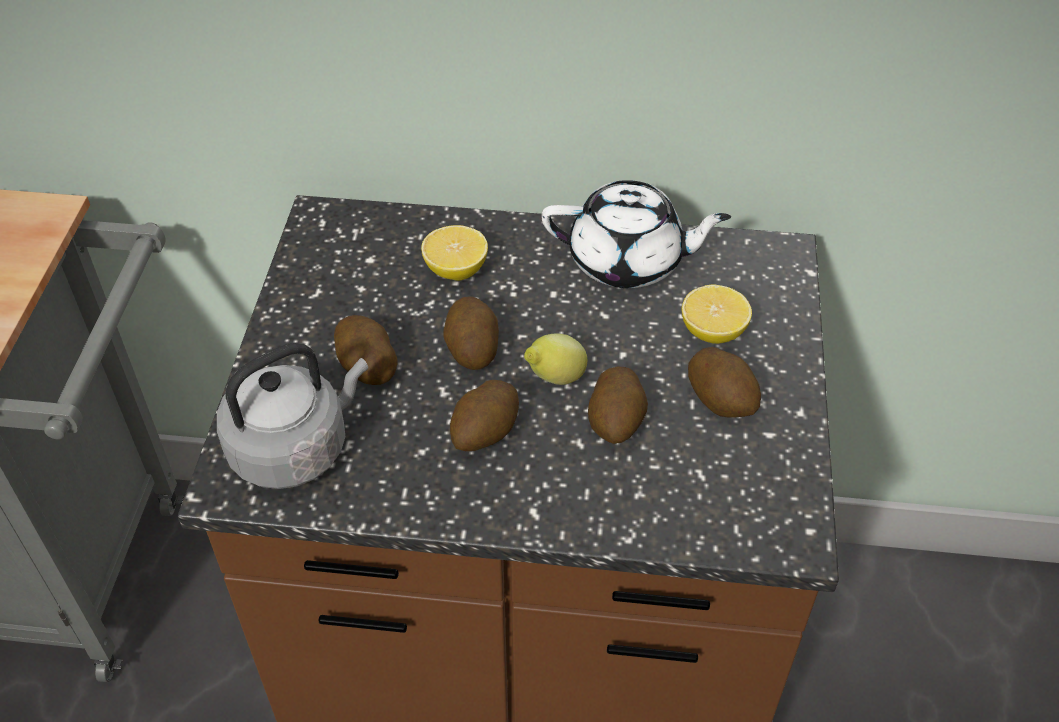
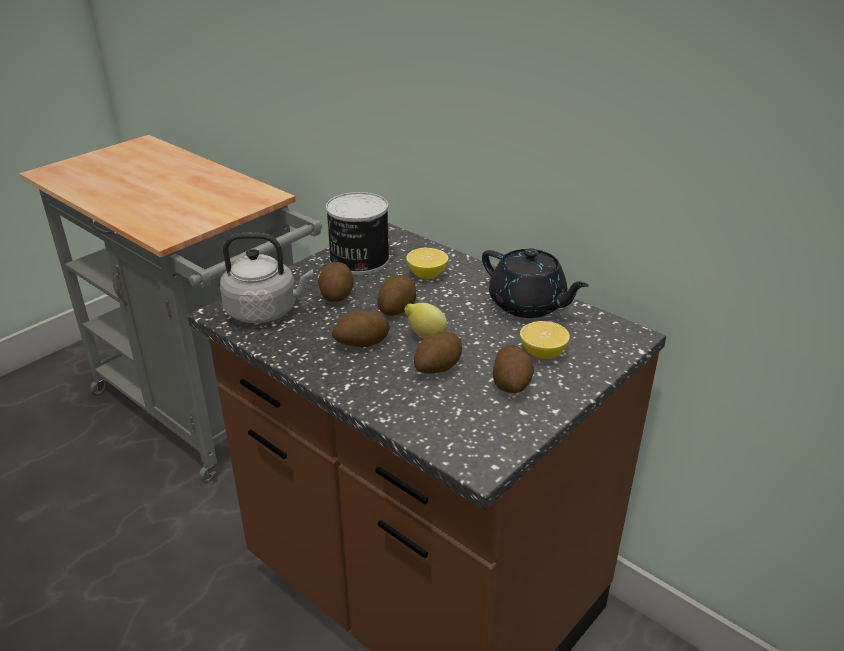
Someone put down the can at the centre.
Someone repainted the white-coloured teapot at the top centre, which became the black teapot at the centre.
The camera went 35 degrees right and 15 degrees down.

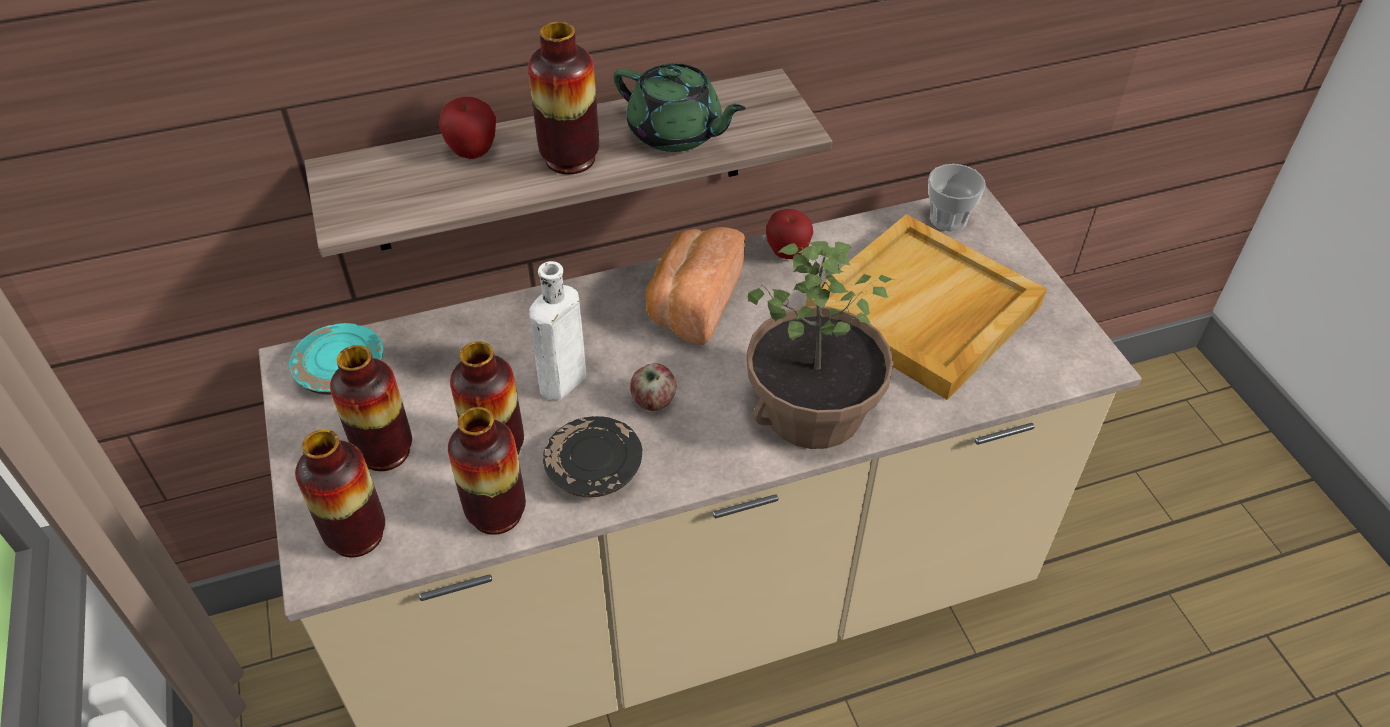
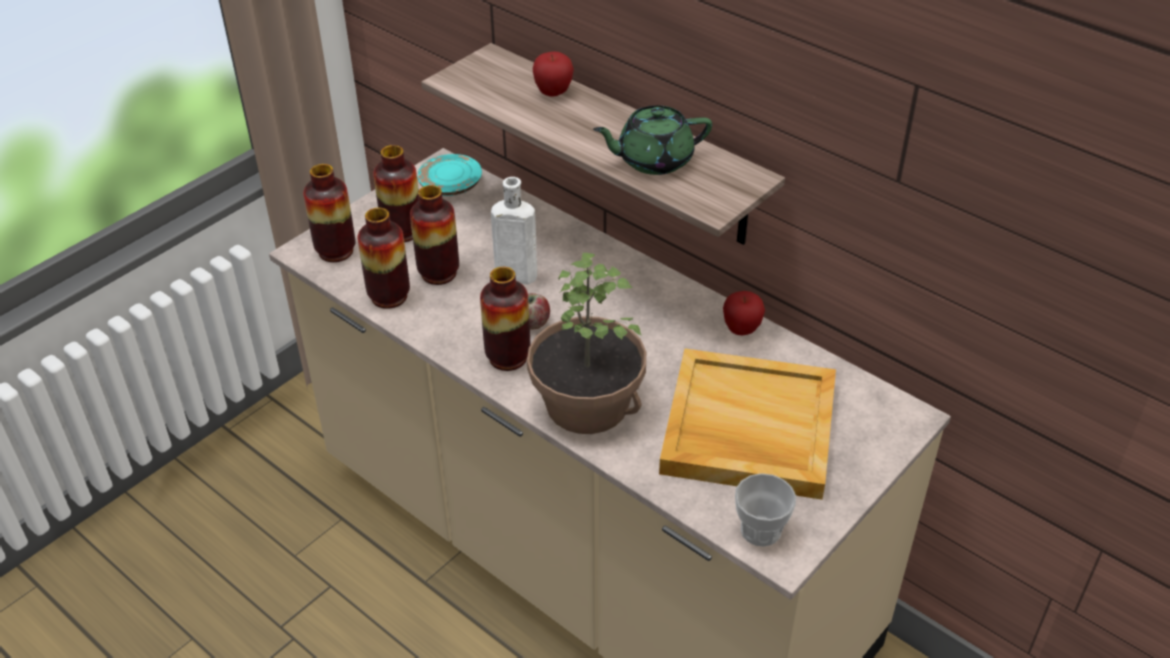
Someone carried the vase (no. 5 from left) from the top centre to the centre.
Someone rotated the greenish teapot at the top centre by 75 degrees clockwise.
Someone carried the drinking cup from the top right to the bottom centre.
Someone took away the black flat dish at the centre.
Someone took away the bread at the centre.
The camera went 60 degrees right and 5 degrees down.

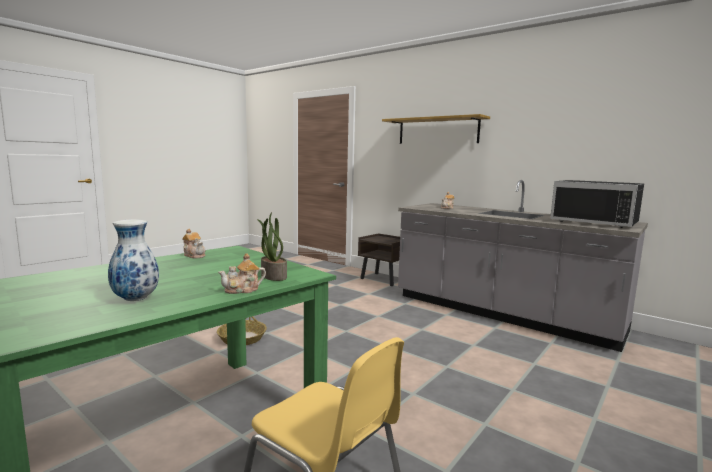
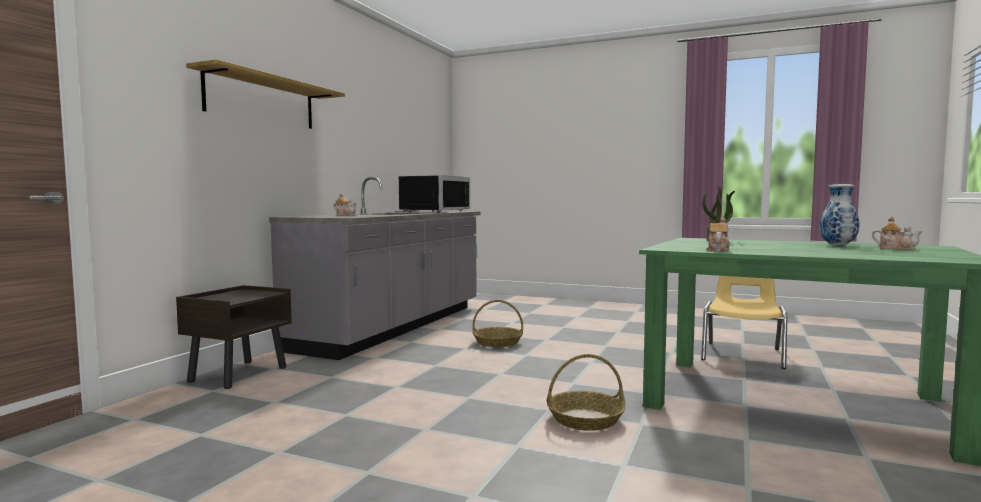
Someone put down the storage basket (no. 1 from left) at the centre.
Someone carried the teapot (no. 2 from left in the first image) from the centre to the middle right.
The camera went 105 degrees left and 5 degrees down.

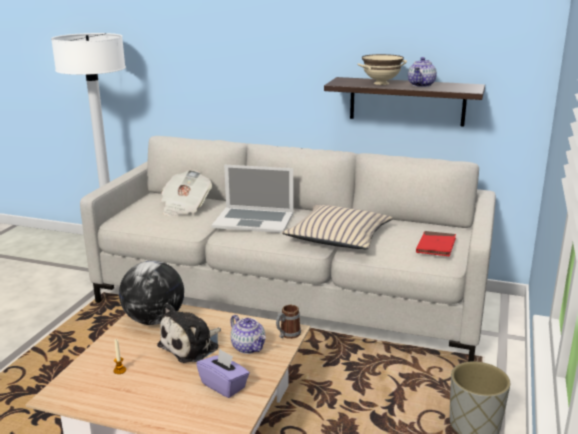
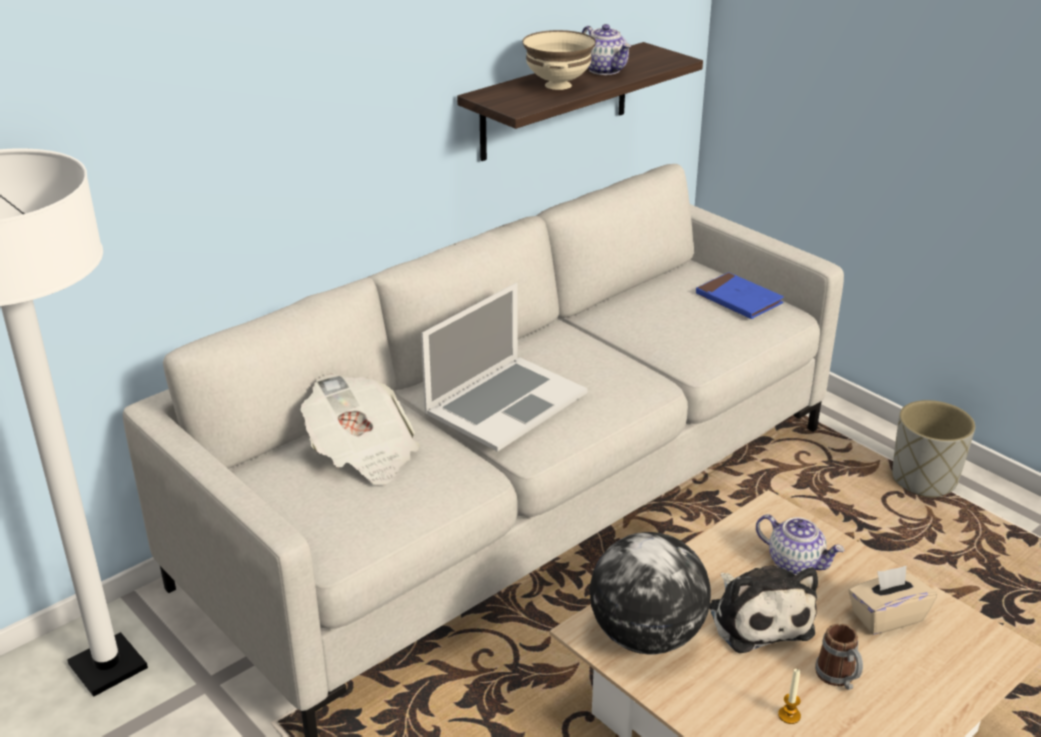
Someone repainted the red book at the middle right, which became the blue book at the middle right.
Someone rotated the teapot (no. 1 from left in the first image) at the bottom centre by 45 degrees clockwise.
Someone carried the coffee mug from the bottom centre to the bottom right.
Someone repainted the purple tissue holder at the bottom centre, which became the beige-coloured tissue holder at the bottom right.
Someone took away the beige-coloured throw pillow at the centre.
The camera went 60 degrees left and 10 degrees up.

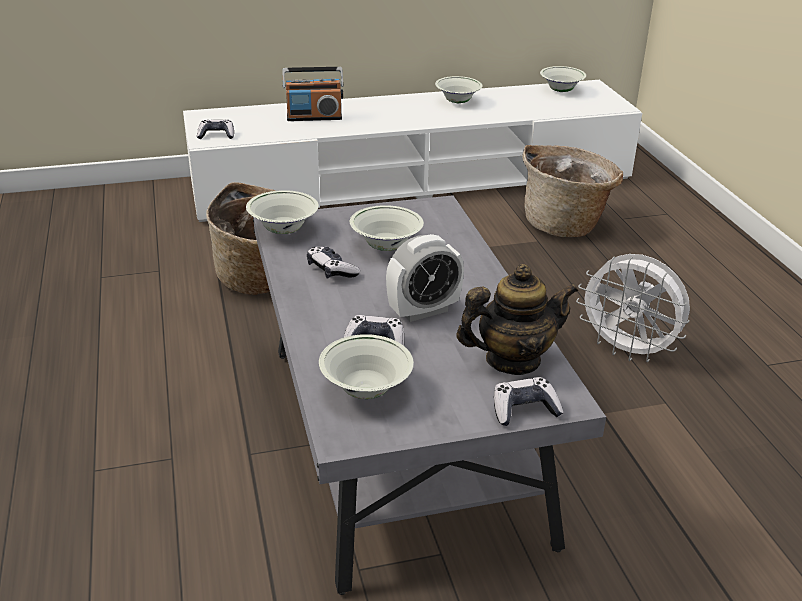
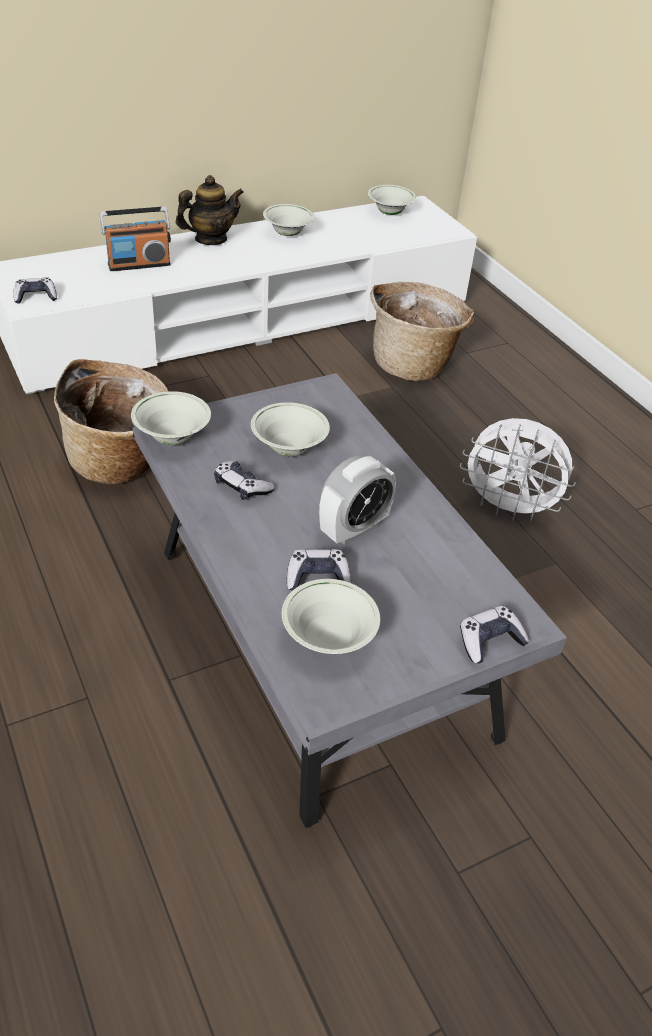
Someone carried the teapot from the centre to the top left.
The camera went 15 degrees left and 10 degrees up.

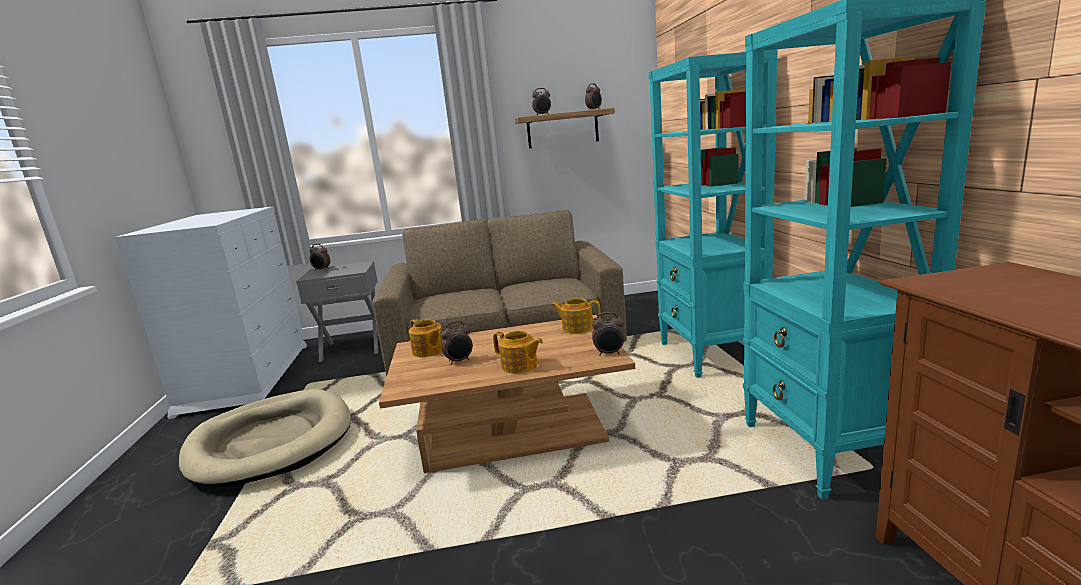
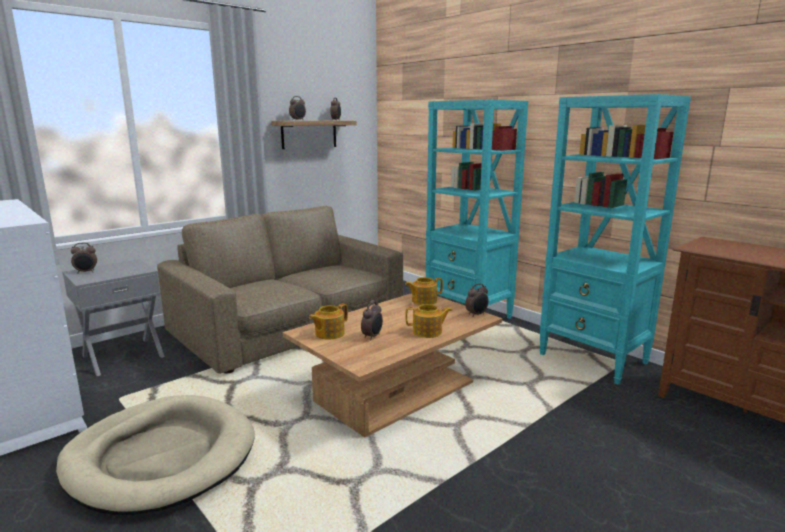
Someone rotated the teapot (no. 1 from left) at the centre by 120 degrees clockwise.
The camera went 35 degrees left and 0 degrees up.

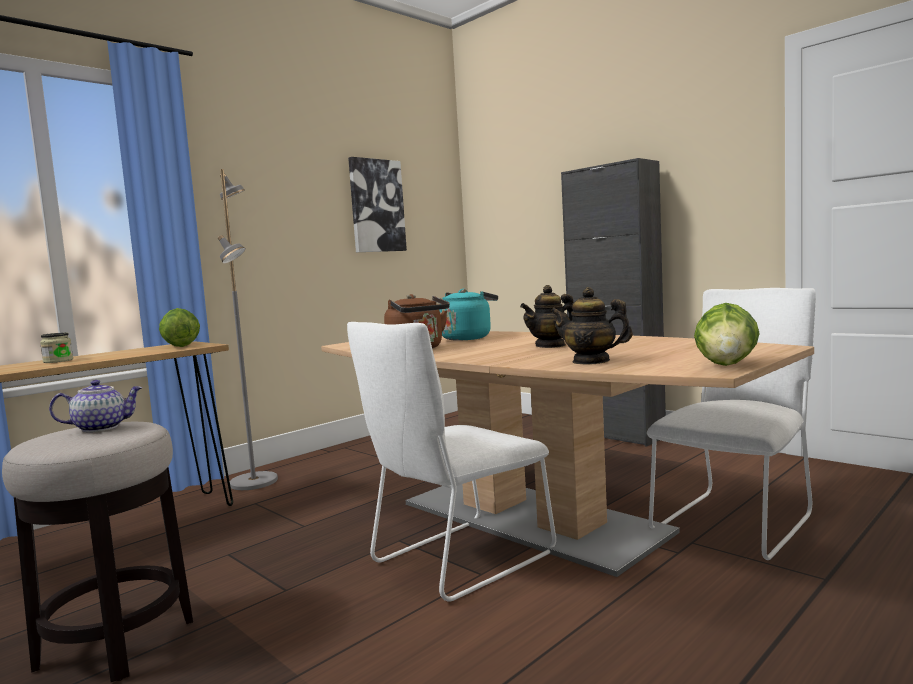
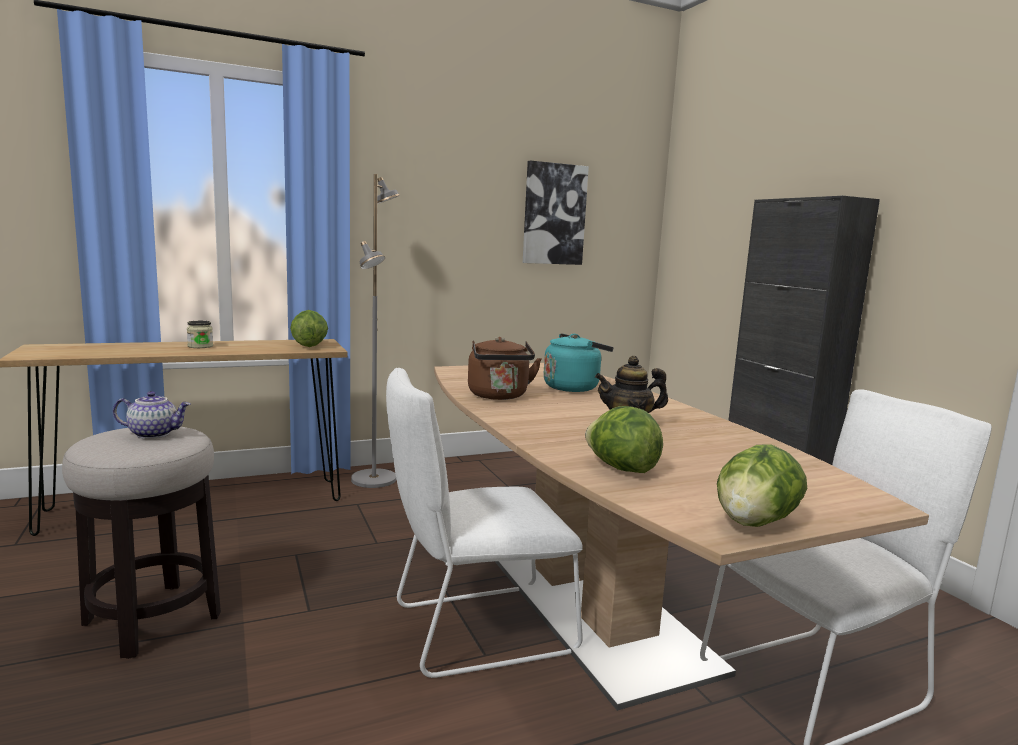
Someone swapped the teapot (no. 3 from left) at the centre for the lettuce head (no. 2 from left) at the centre.
The camera went 20 degrees right and 5 degrees up.

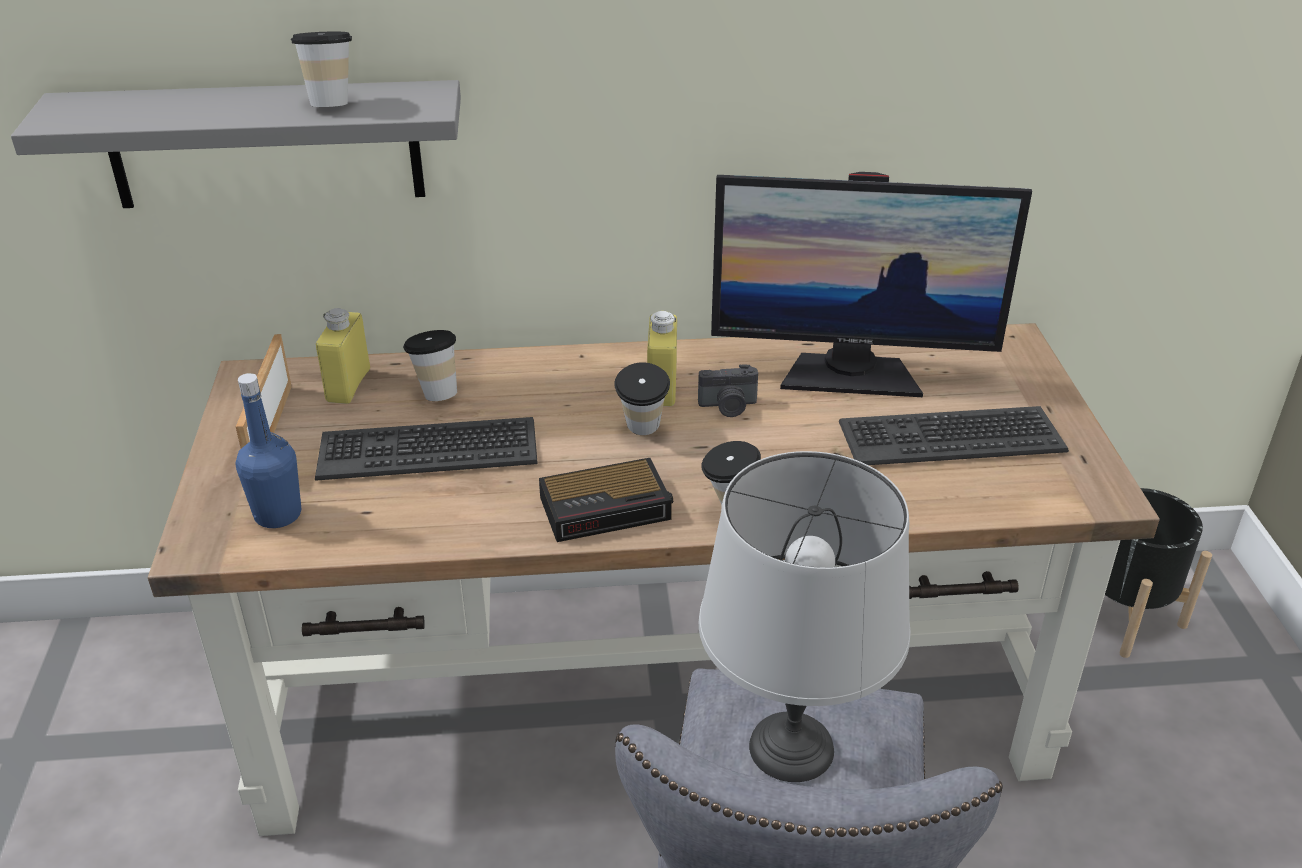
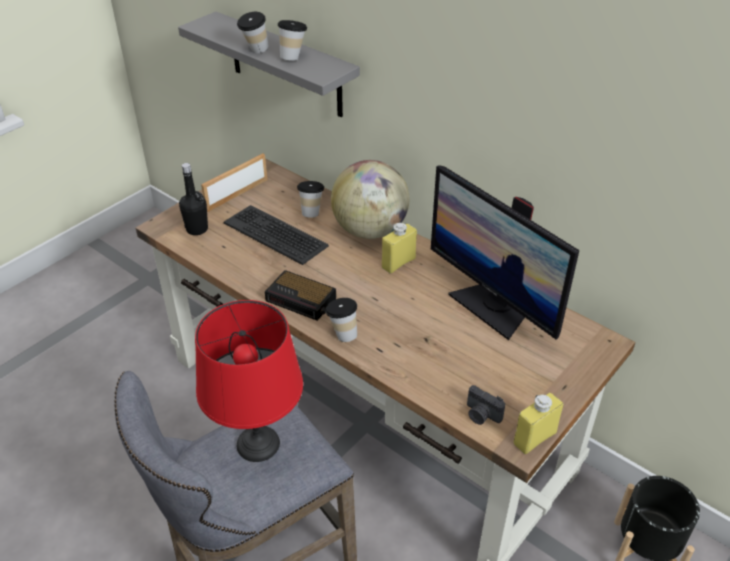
Someone repainted the blue bottle at the middle left, which became the black bottle at the middle left.
Someone repainted the grey table lamp at the bottom centre, which became the red table lamp at the bottom centre.
Someone carried the drinking cup (no. 3 from left in the first image) from the centre to the top centre.
Someone put down the globe at the centre.
Someone carried the still camera from the centre to the bottom centre.
Someone carried the yellow-coloured bottle (no. 1 from left in the first image) from the middle left to the bottom right.
Someone took away the computer keyboard (no. 2 from left) at the middle right.
The camera went 45 degrees right and 5 degrees up.

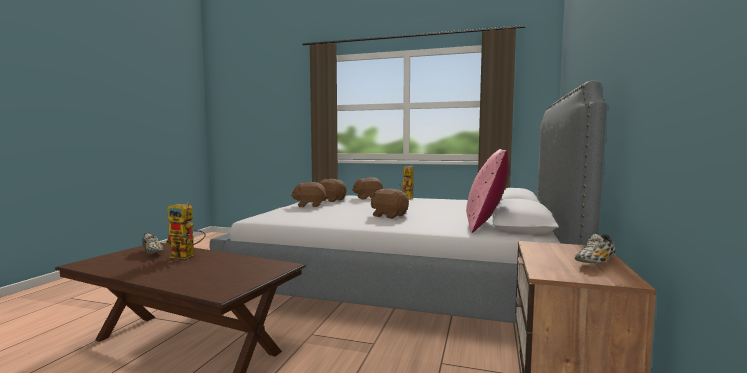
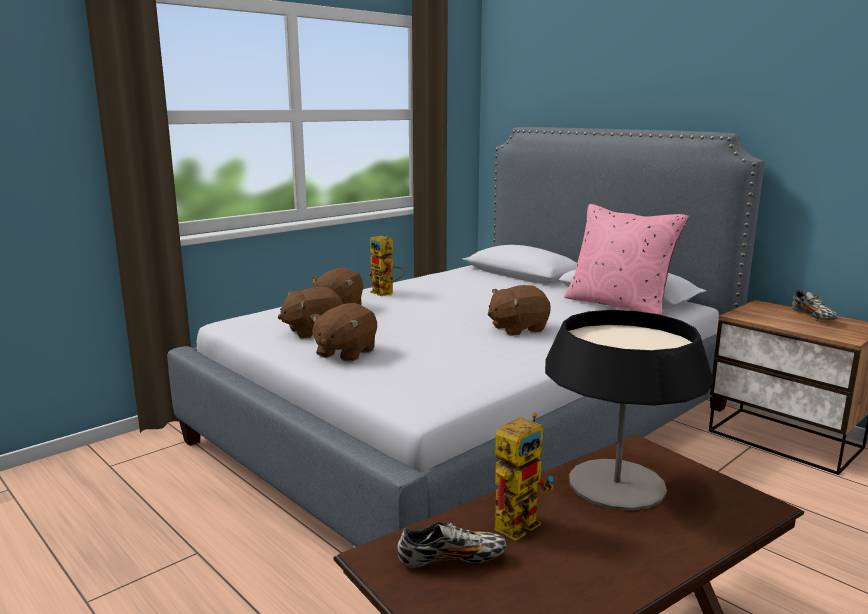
Someone put down the table lamp at the bottom right.
The camera went 60 degrees left and 10 degrees up.

